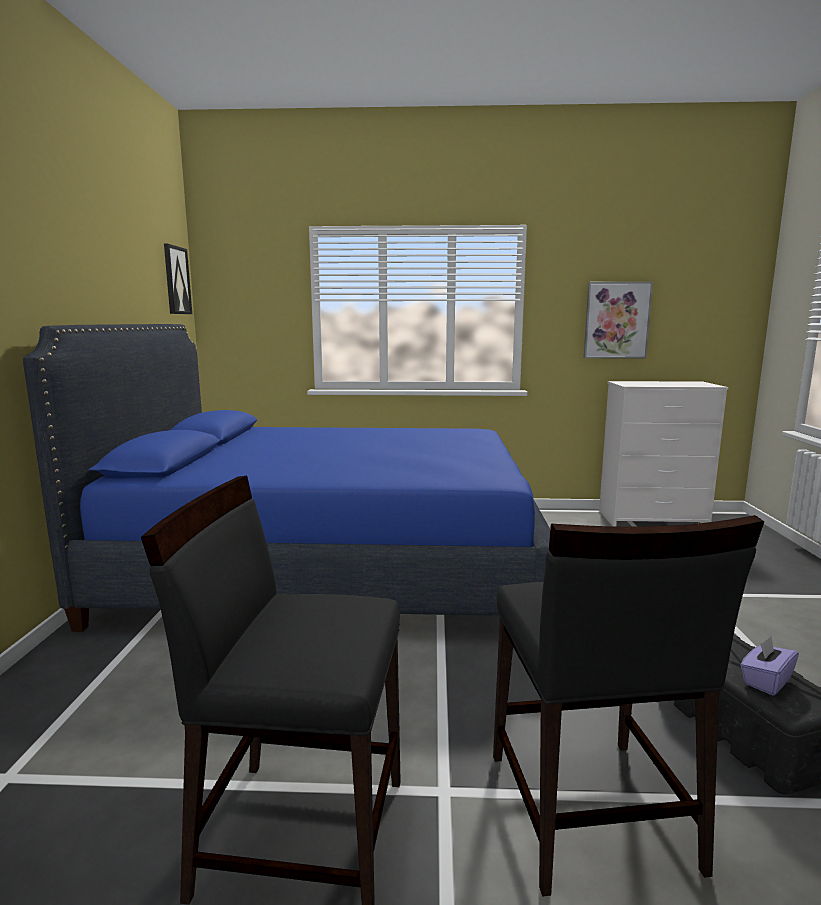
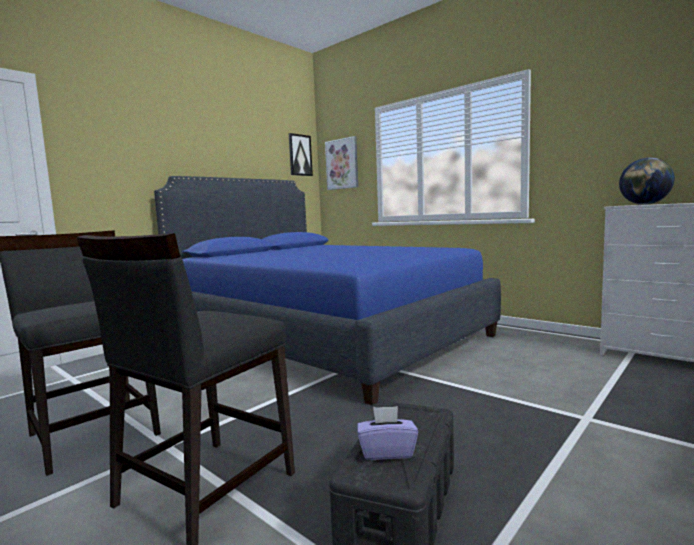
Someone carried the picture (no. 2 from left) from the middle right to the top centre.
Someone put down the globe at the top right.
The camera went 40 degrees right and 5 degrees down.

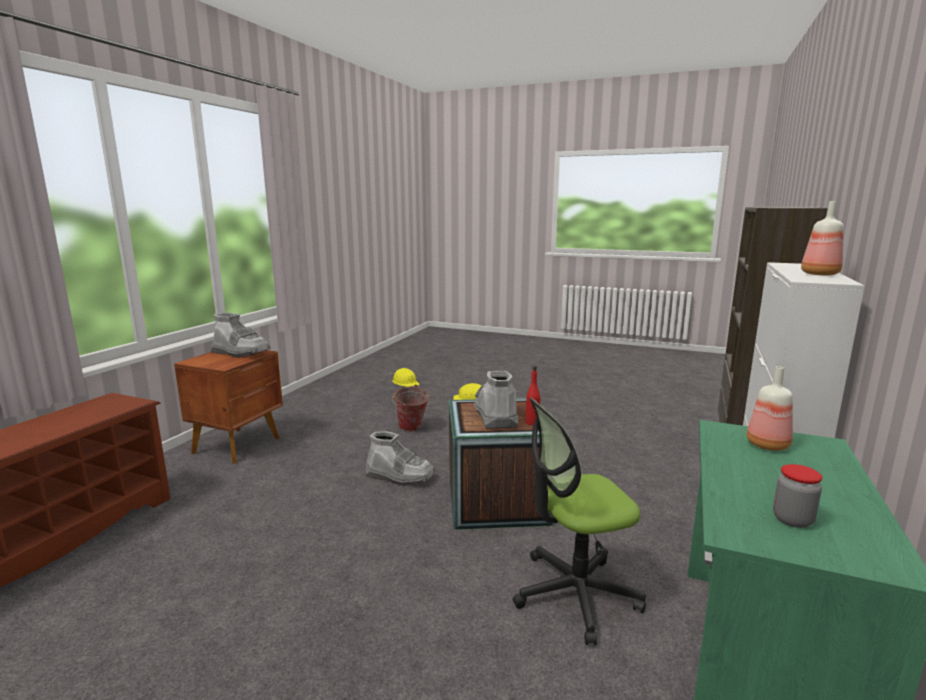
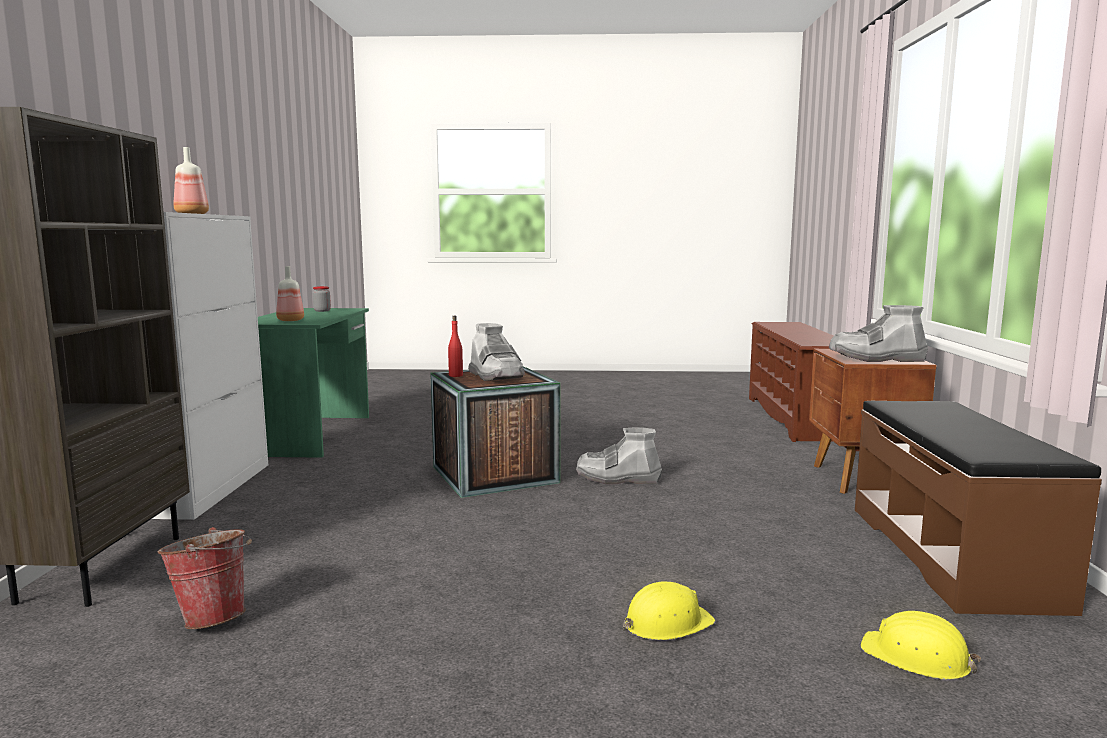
Someone carried the pail from the centre to the bottom left.
Someone put down the brownish long seat at the bottom right.
Someone took away the desk chair at the bottom centre.
The camera went 160 degrees right and 5 degrees down.

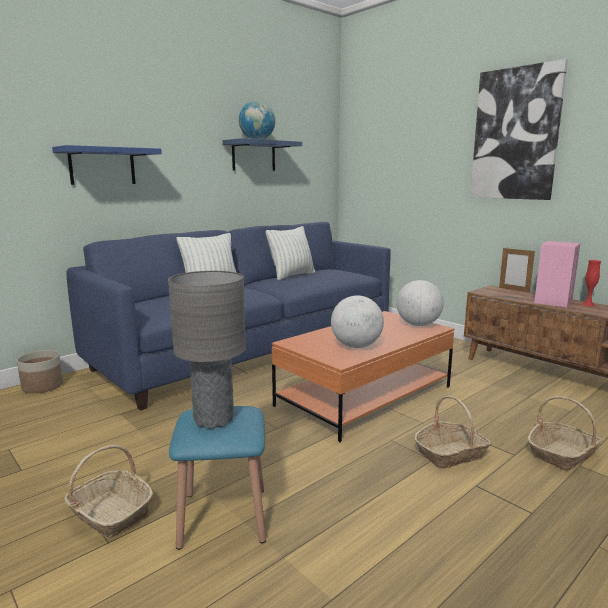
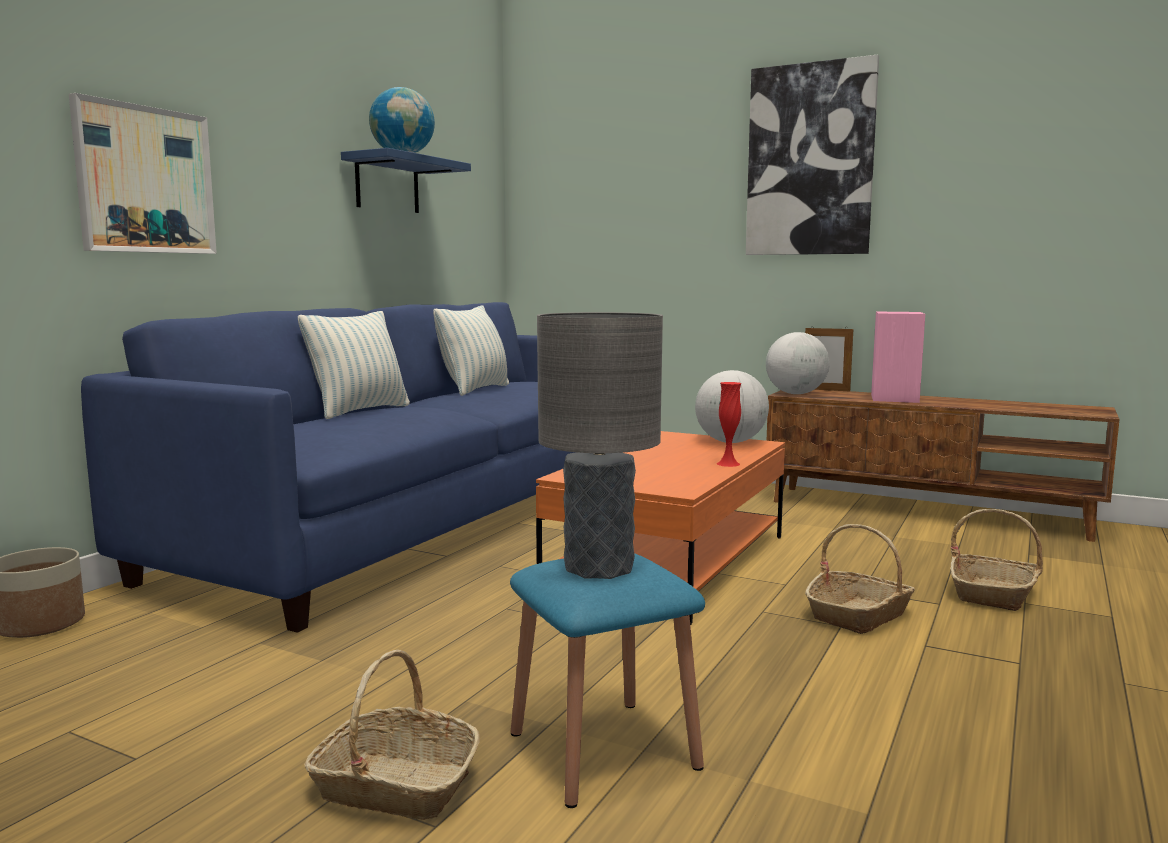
Someone swapped the blue wall shelf (no. 1 from left) at the top left for the picture (no. 1 from left) at the top left.
Someone carried the red vase from the middle right to the centre.
Someone carried the globe (no. 2 from left in the first image) from the centre to the middle right.
The camera went 20 degrees left and 5 degrees down.

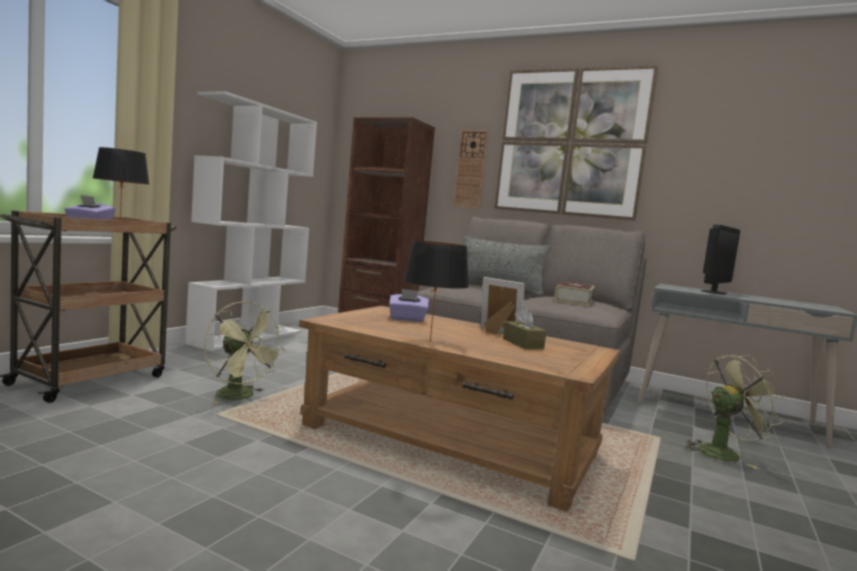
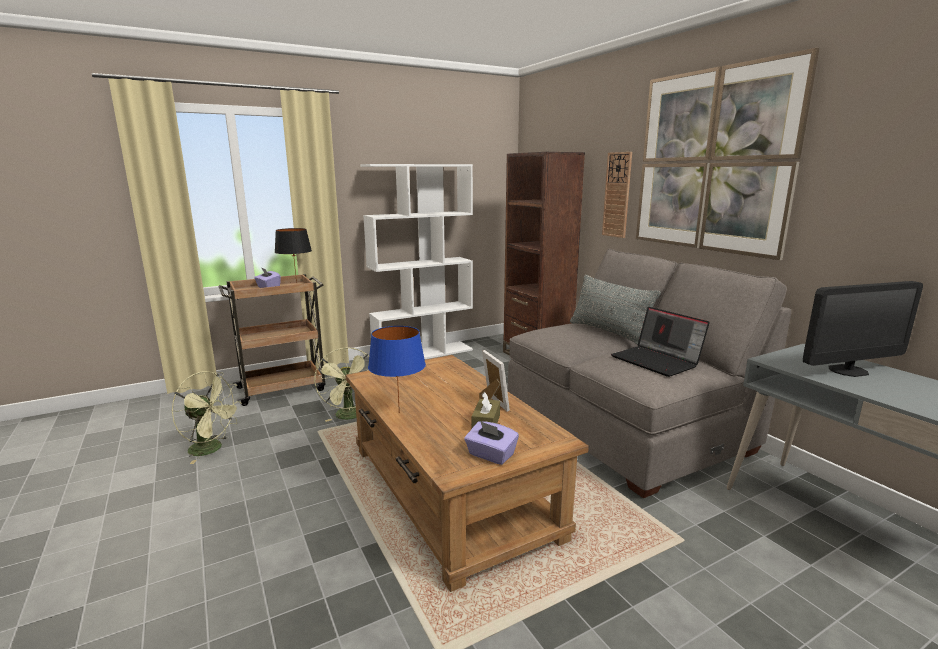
Someone carried the greenish electric fan (no. 2 from left in the first image) from the bottom right to the middle left.
Someone repainted the black table lamp (no. 2 from left) at the centre, which became the blue table lamp at the centre.
Someone carried the purple tissue holder (no. 2 from left) from the centre to the bottom centre.
Someone swapped the book at the middle right for the portable computer at the middle right.
The camera went 35 degrees right and 10 degrees up.

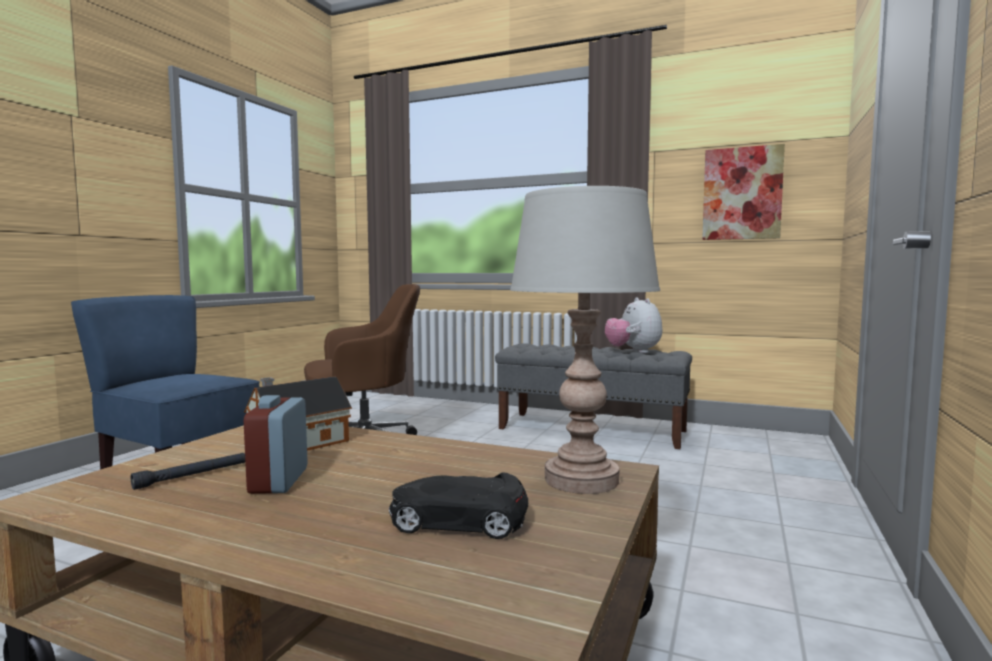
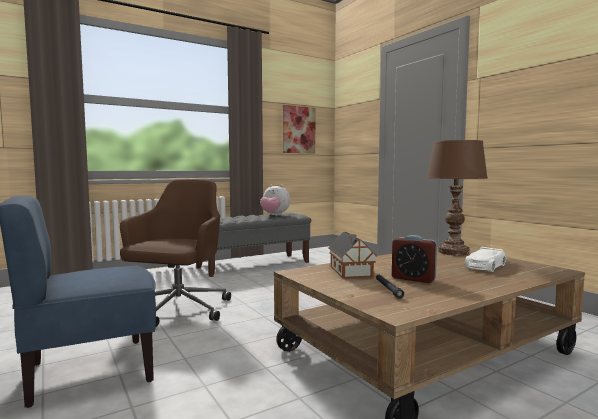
Someone repainted the grey table lamp at the centre, which became the brownish table lamp at the middle right.
Someone repainted the black model car at the bottom centre, which became the white-coloured model car at the middle right.
The camera went 55 degrees left and 0 degrees up.

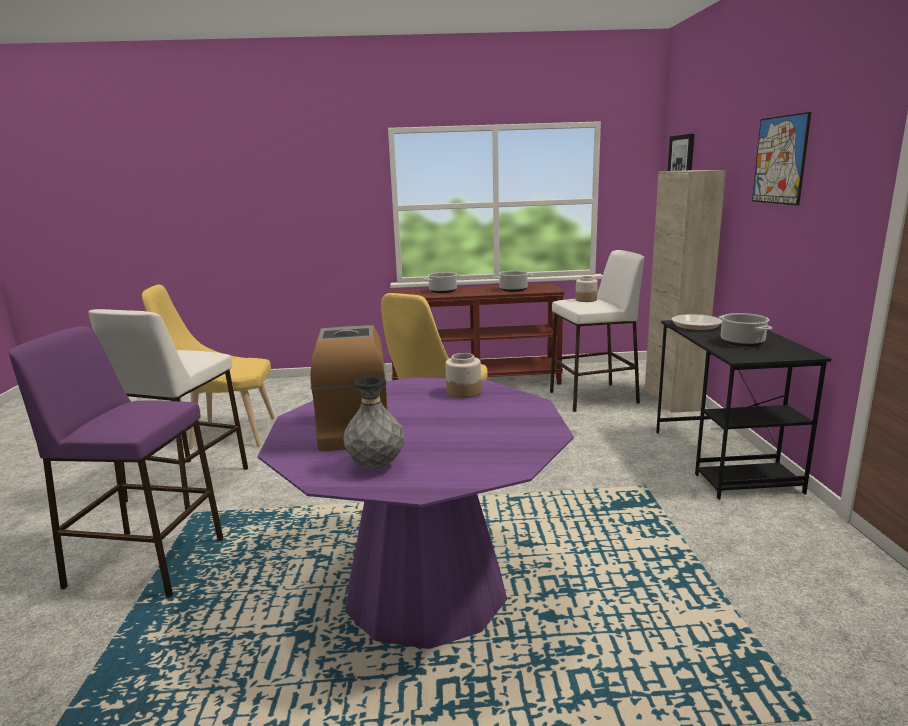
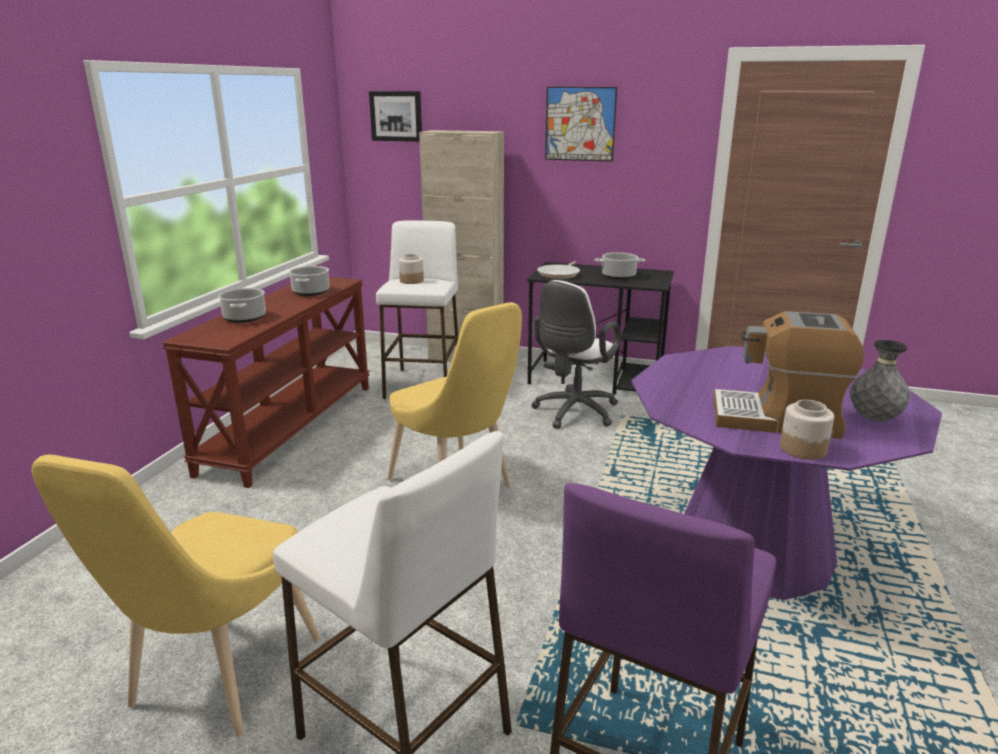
Someone put down the white-coloured desk chair at the centre.
Someone carried the jar (no. 1 from left in the first image) from the centre to the middle right.
The camera went 70 degrees left and 5 degrees up.

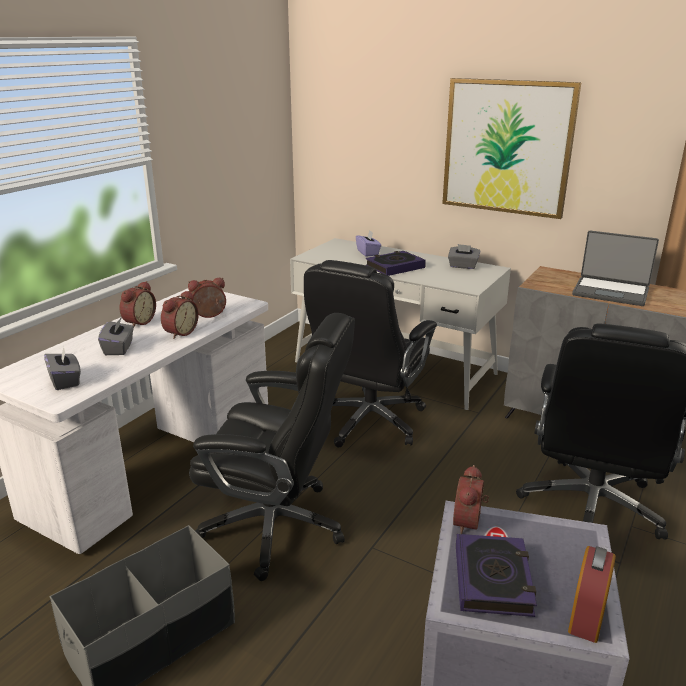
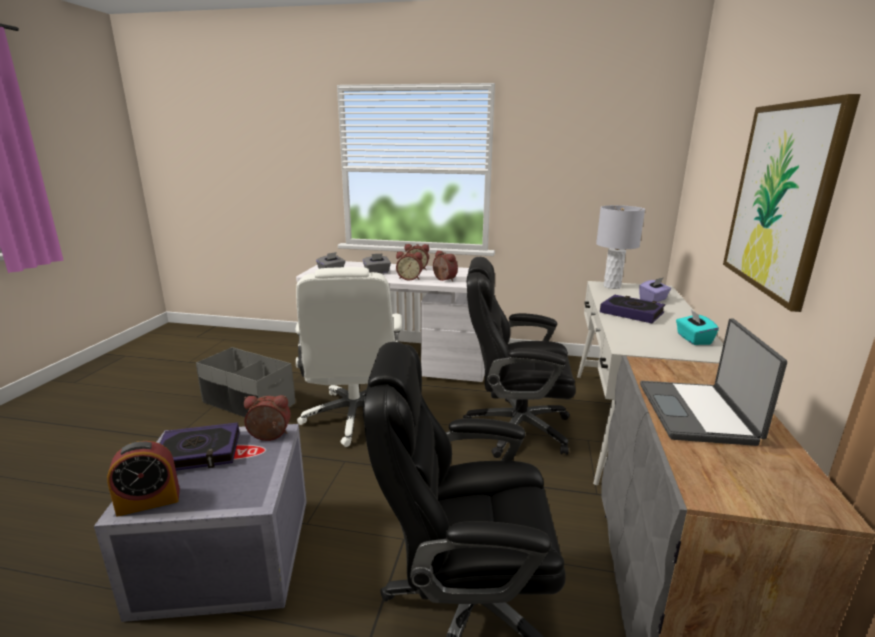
Someone rotated the bedside clock (no. 5 from left in the first image) at the bottom right by 150 degrees clockwise.
Someone repainted the black desk chair (no. 1 from left) at the centre, which became the white-coloured desk chair at the centre.
Someone put down the grey table lamp at the middle right.
Someone repainted the grey tissue holder (no. 3 from left) at the middle right, which became the turquoise tissue holder at the middle right.
The camera went 70 degrees right and 5 degrees down.

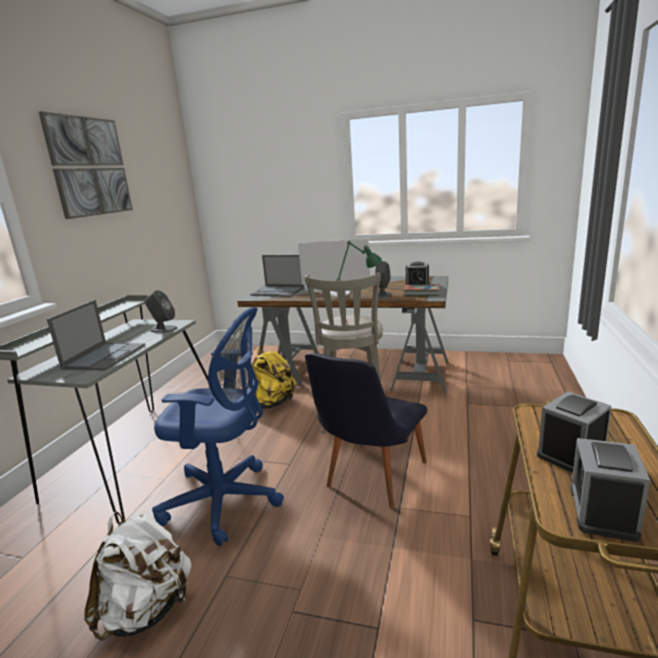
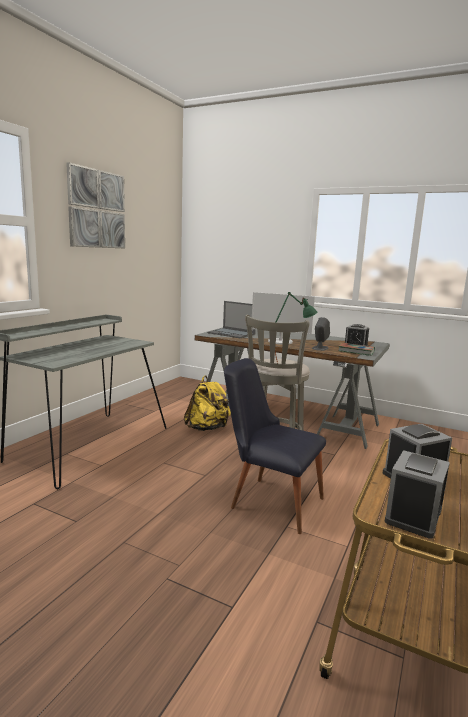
Someone rotated the black upright chair at the centre by 75 degrees clockwise.
Someone took away the portable computer (no. 1 from left) at the middle left.
Someone took away the white-coloured knapsack at the bottom left.
Someone took away the grey loudspeaker (no. 1 from left) at the middle left.
Someone took away the blue desk chair at the middle left.
The camera went 10 degrees right and 5 degrees down.

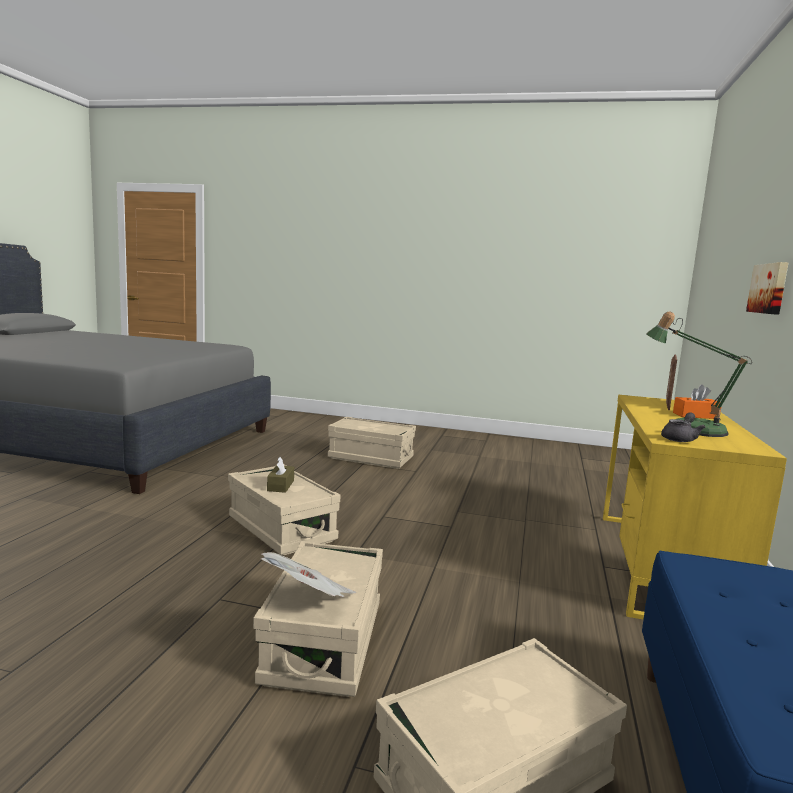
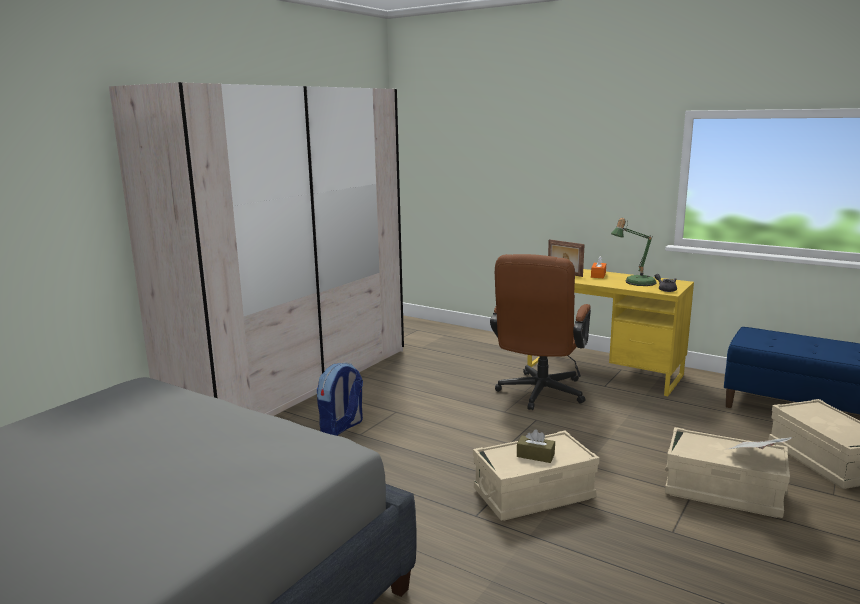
Someone put down the beige-coloured clothes cupboard at the middle left.
Someone swapped the beige-coloured storage box (no. 3 from left) at the centre for the knapsack at the centre.
Someone put down the brownish desk chair at the centre.
Someone took away the picture at the middle right.
The camera went 70 degrees left and 5 degrees up.

